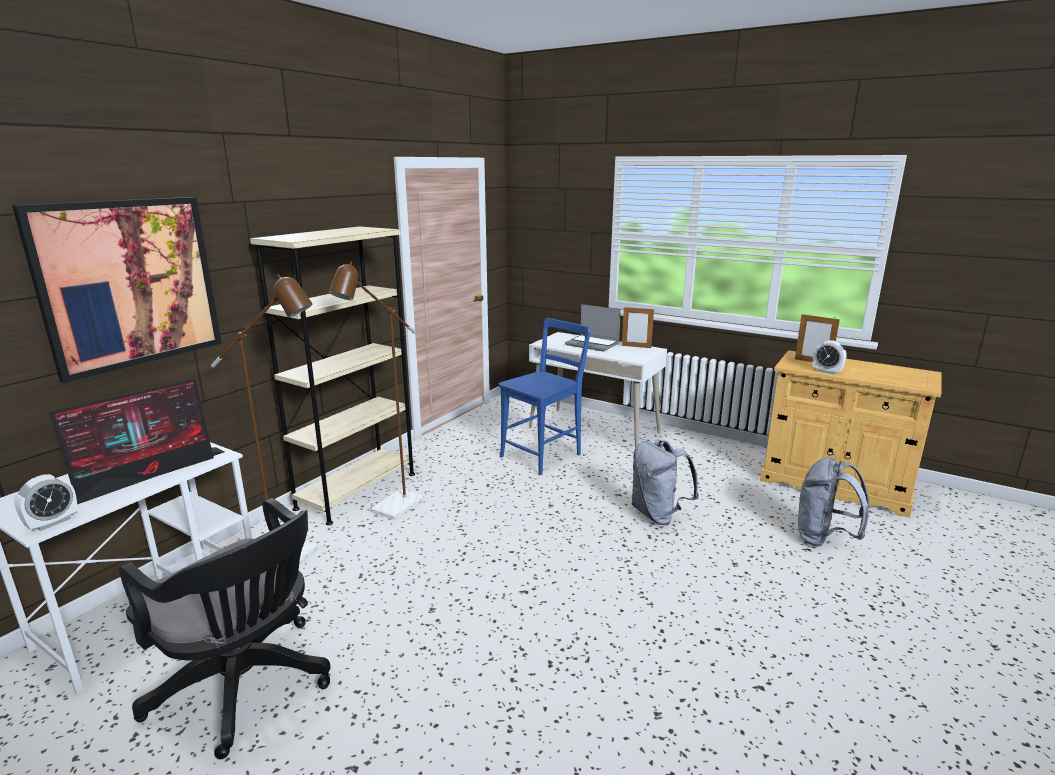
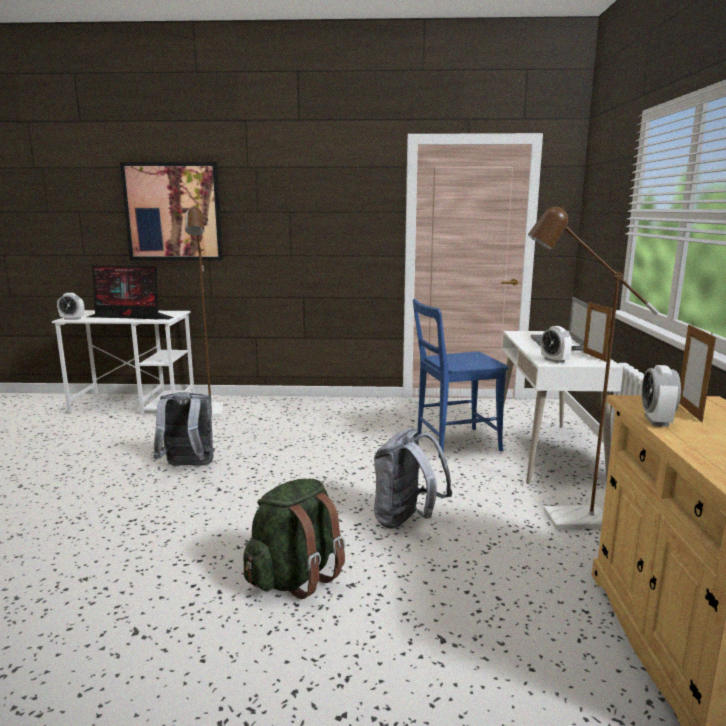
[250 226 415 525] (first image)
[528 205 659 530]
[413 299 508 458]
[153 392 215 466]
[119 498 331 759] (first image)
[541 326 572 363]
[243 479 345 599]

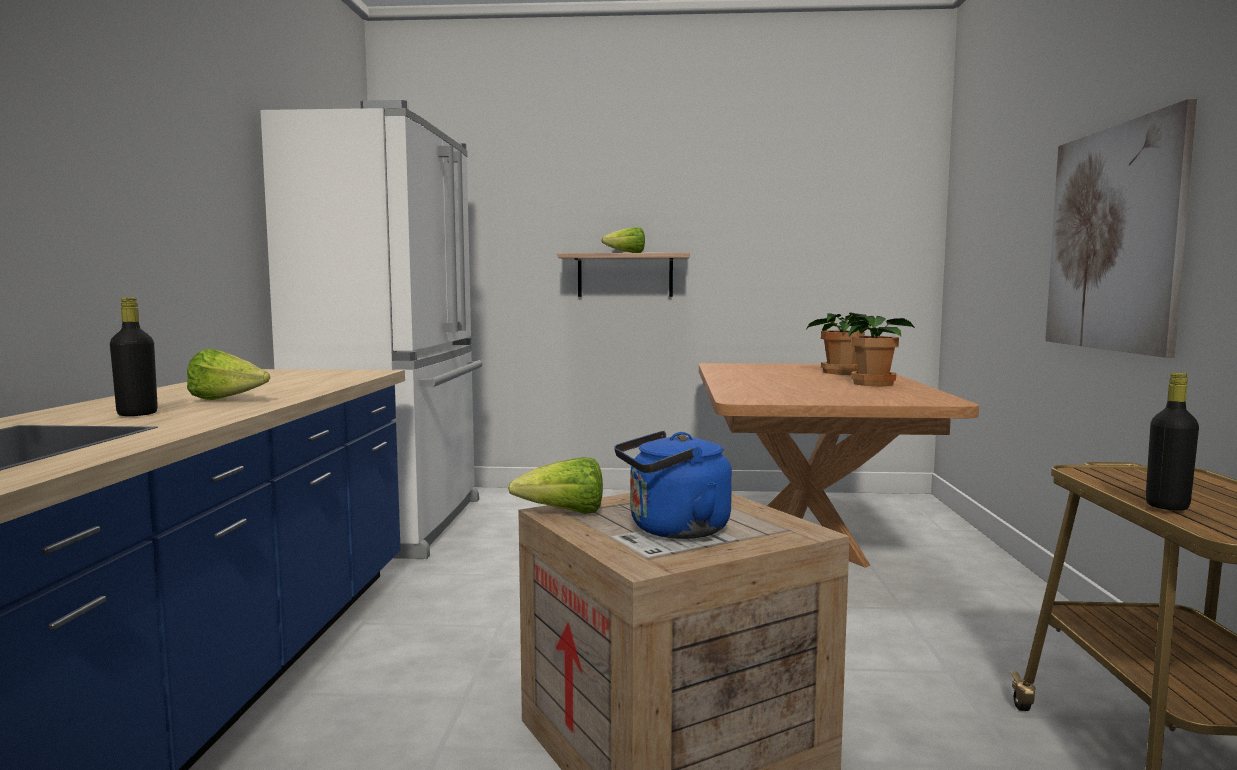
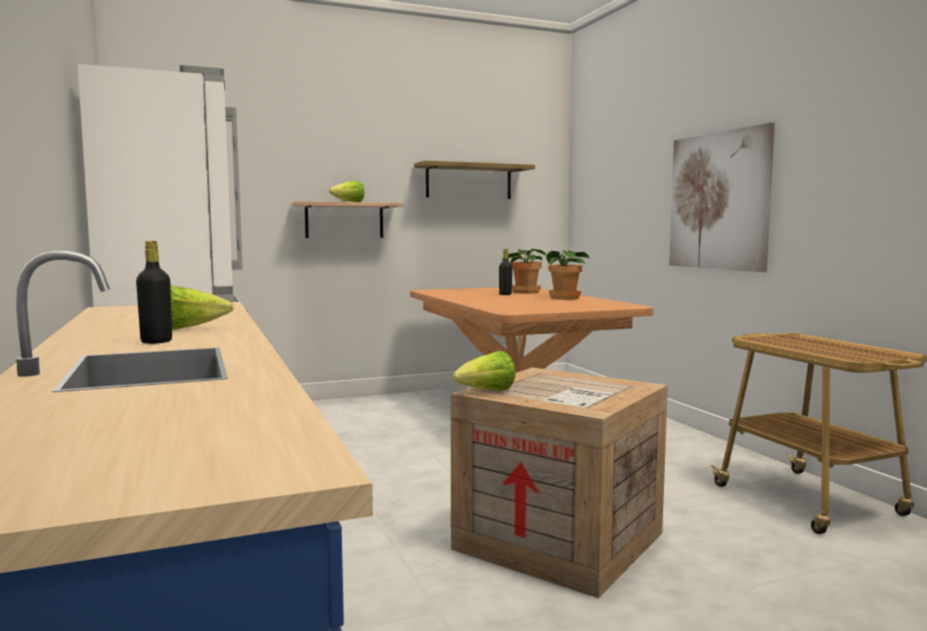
[499 249 512 295]
[614 431 732 539] (first image)
[414 160 535 199]

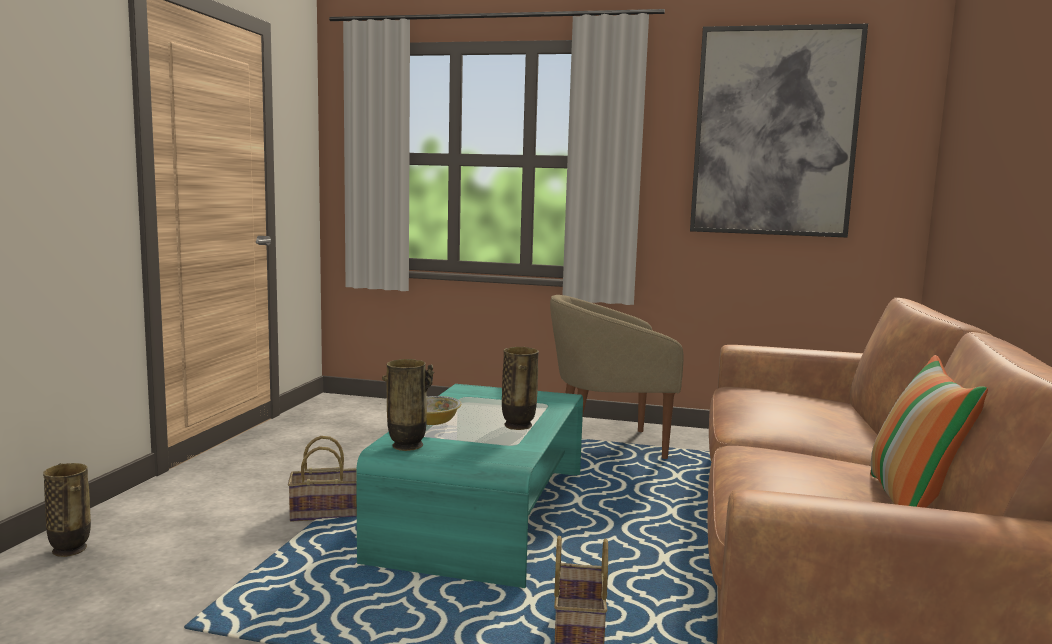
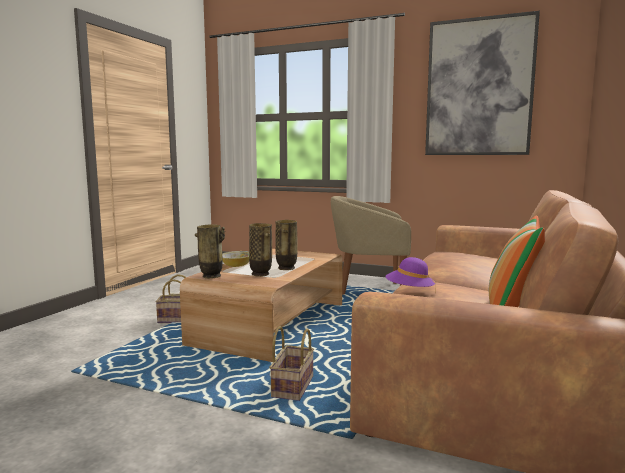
[180 249 343 362]
[249 223 272 277]
[386 257 436 293]

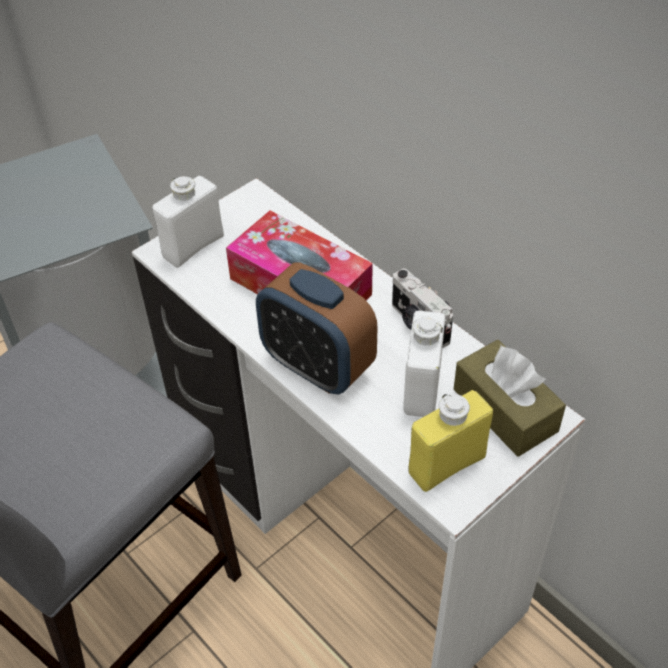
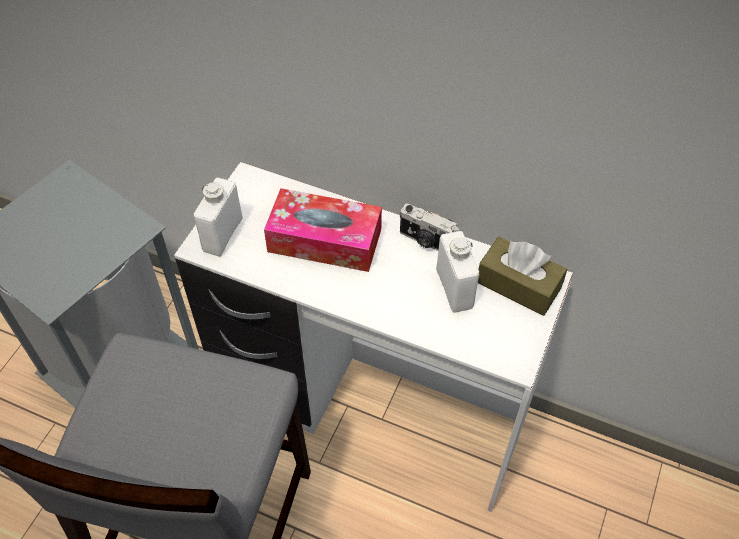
[256 262 377 394] (first image)
[408 390 493 492] (first image)

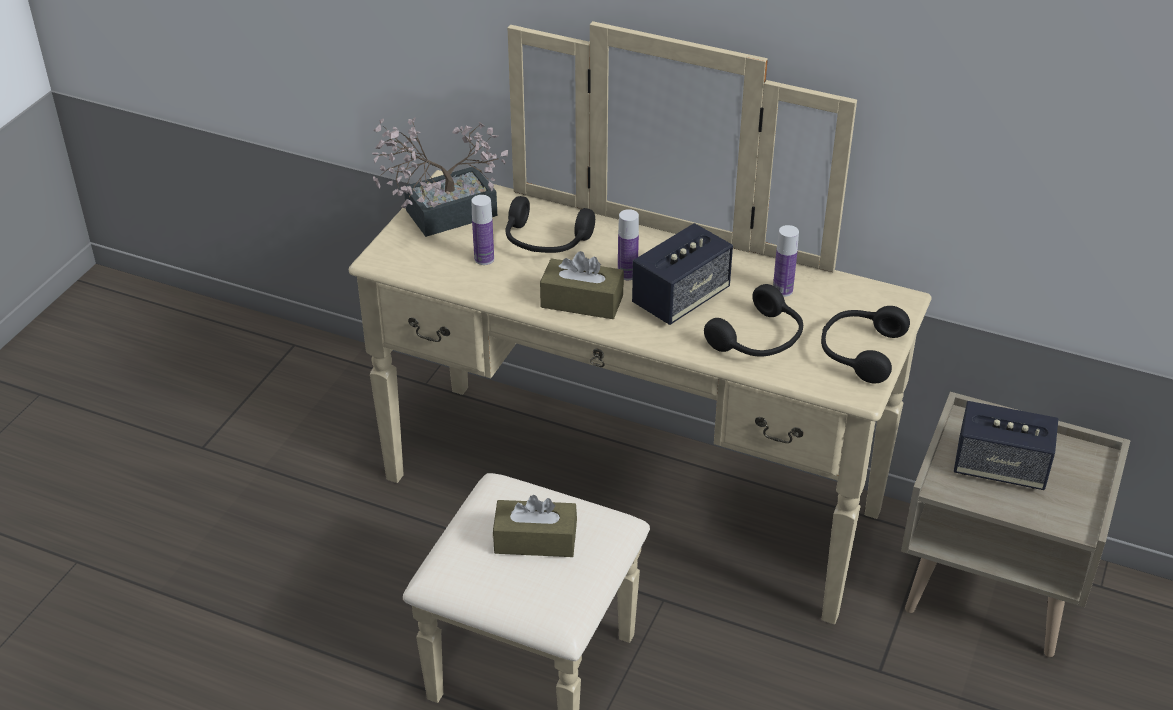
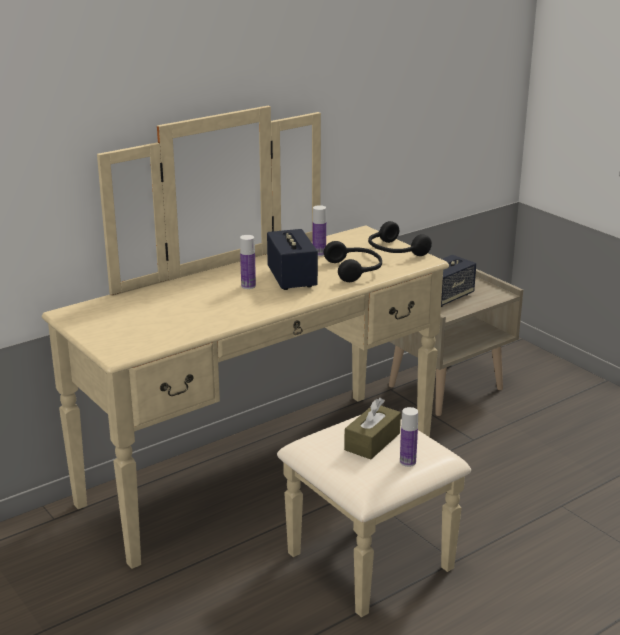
[372 117 508 237] (first image)
[400 407 418 467]
[506 196 595 253] (first image)
[540 251 624 319] (first image)

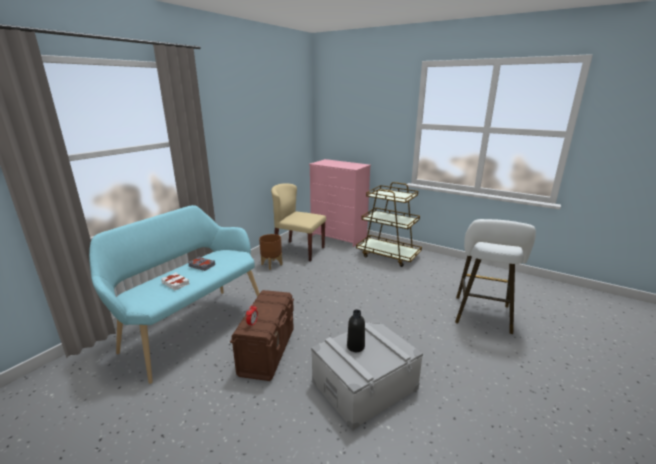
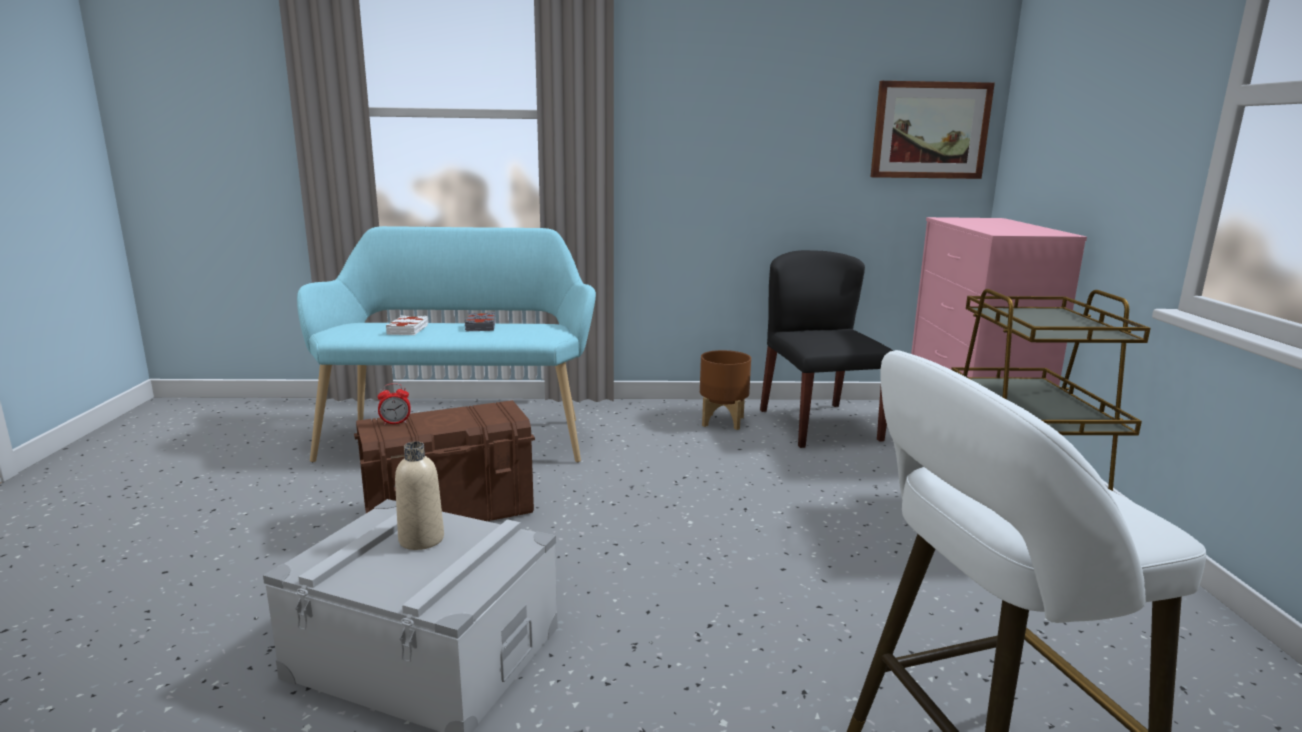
[760 250 894 448]
[395 442 444 550]
[870 81 995 179]

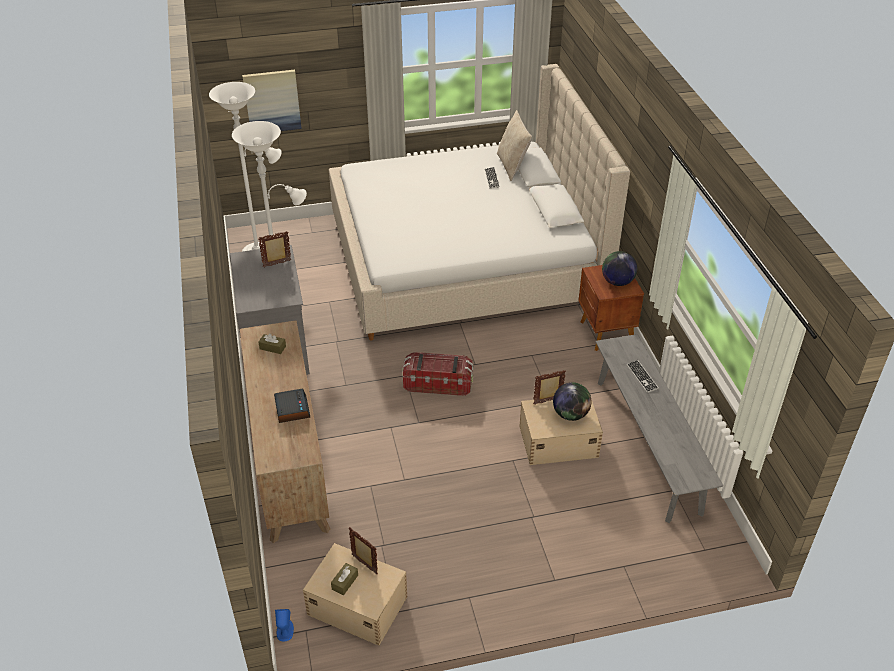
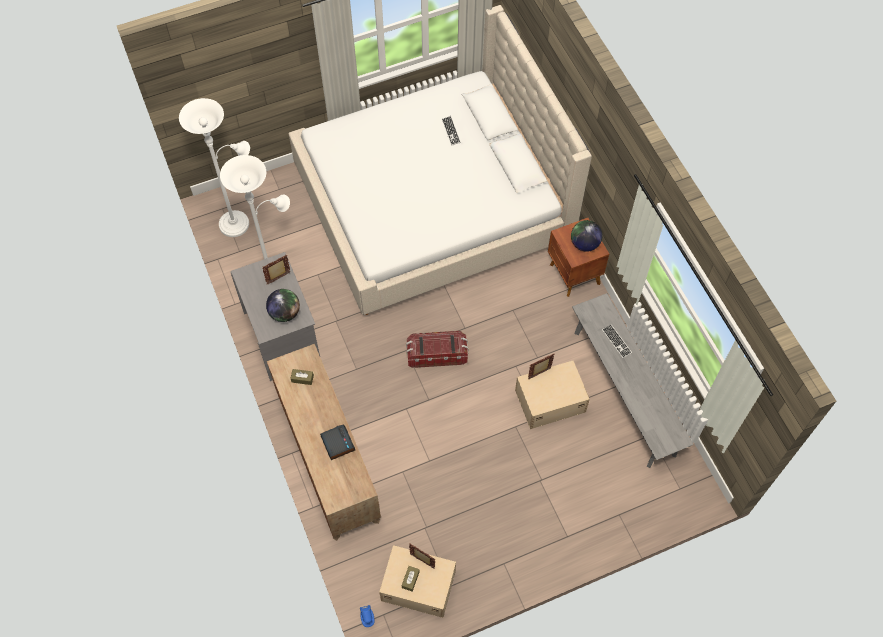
[242 70 302 131] (first image)
[497 110 532 181] (first image)
[266 289 300 322]

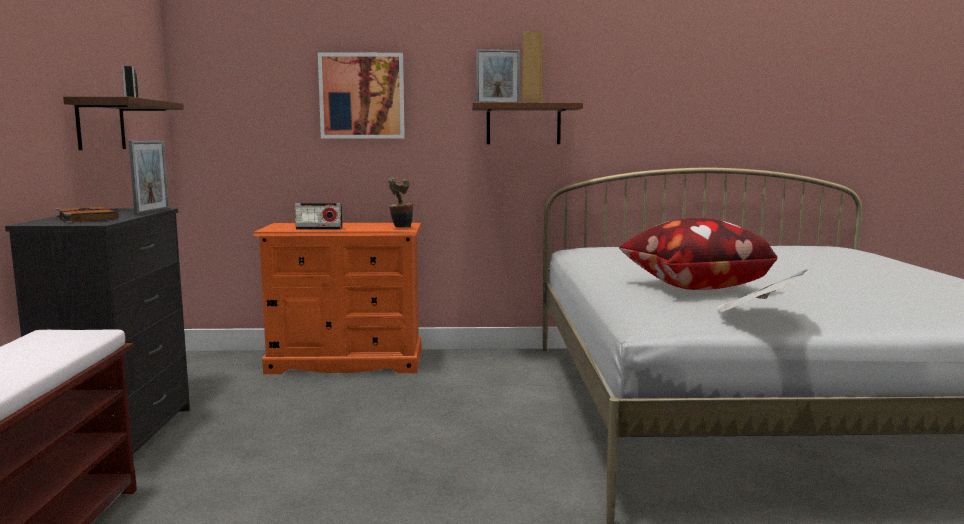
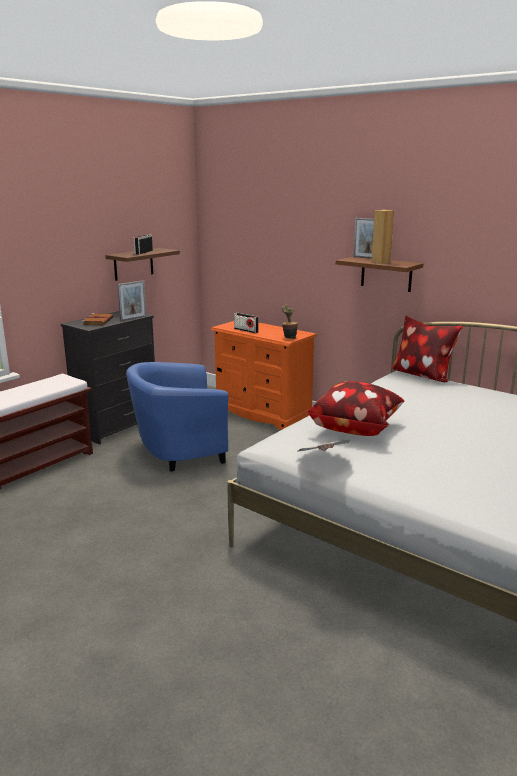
[318 52 405 139] (first image)
[391 316 463 382]
[126 362 229 472]

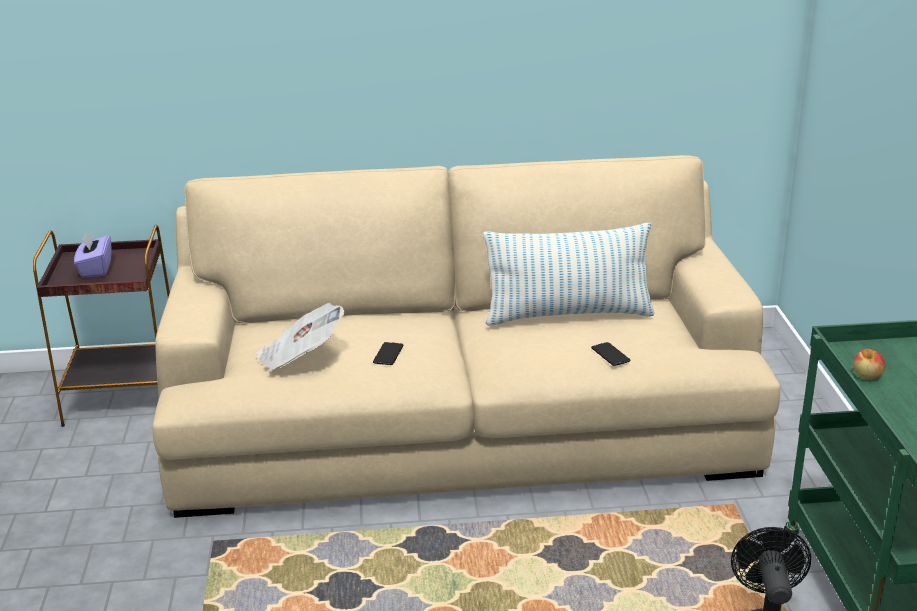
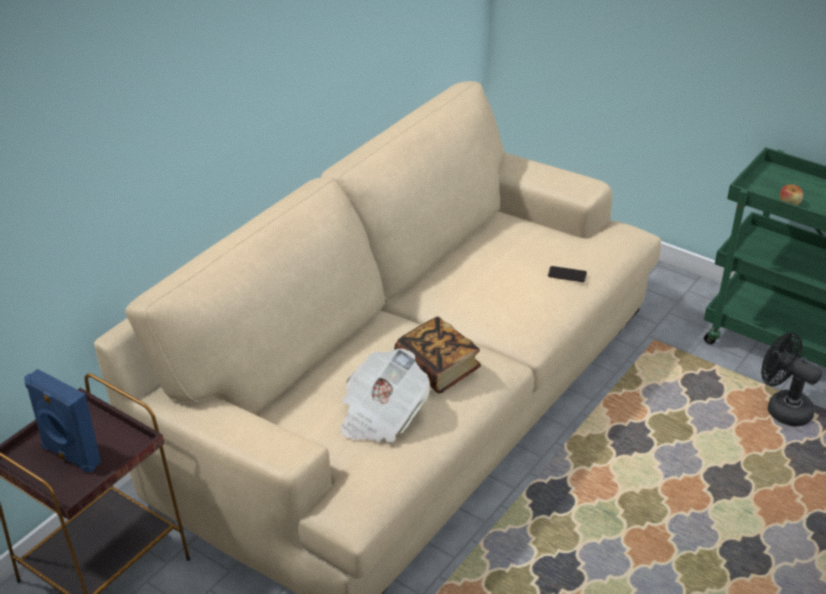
[483 223 655 326] (first image)
[24 369 101 473]
[394 316 481 393]

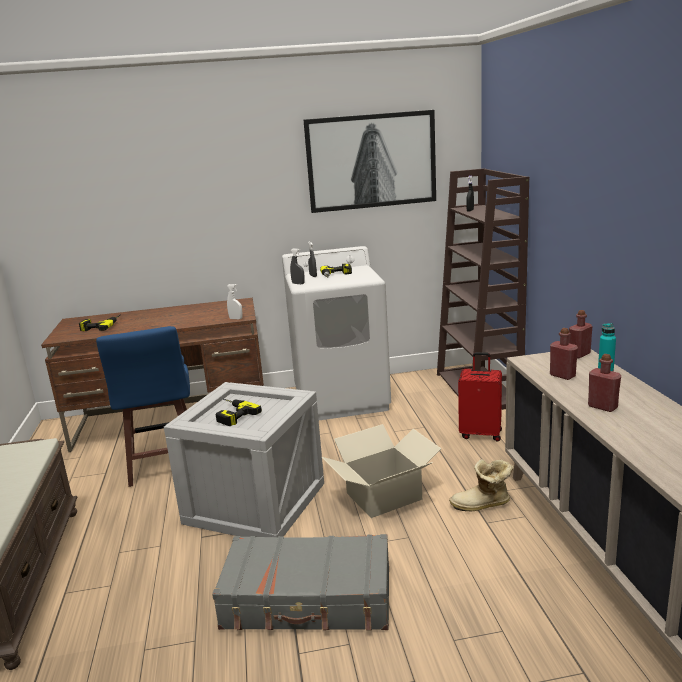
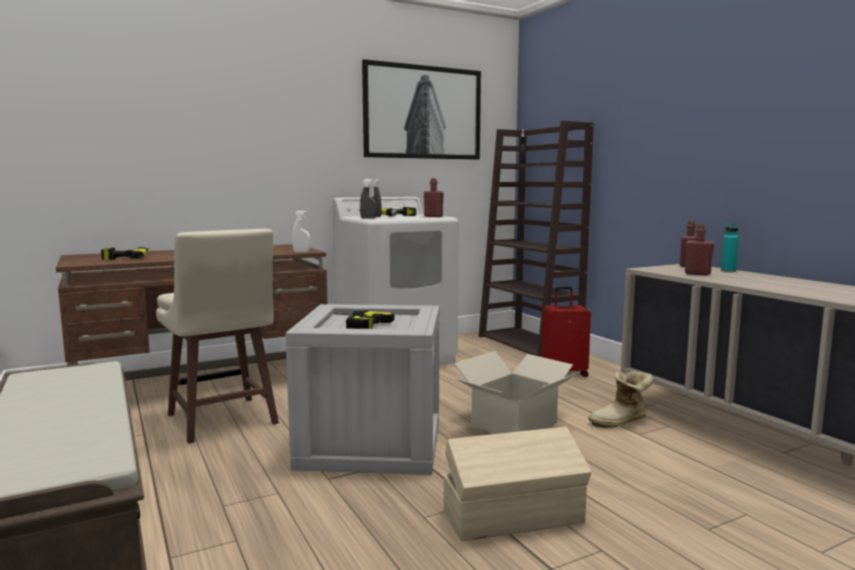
[156 229 279 444]
[424 178 444 217]
[443 427 592 541]

